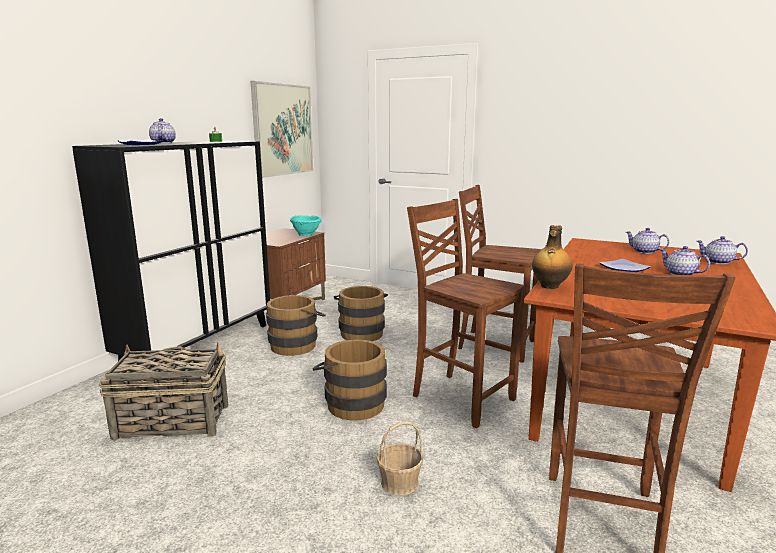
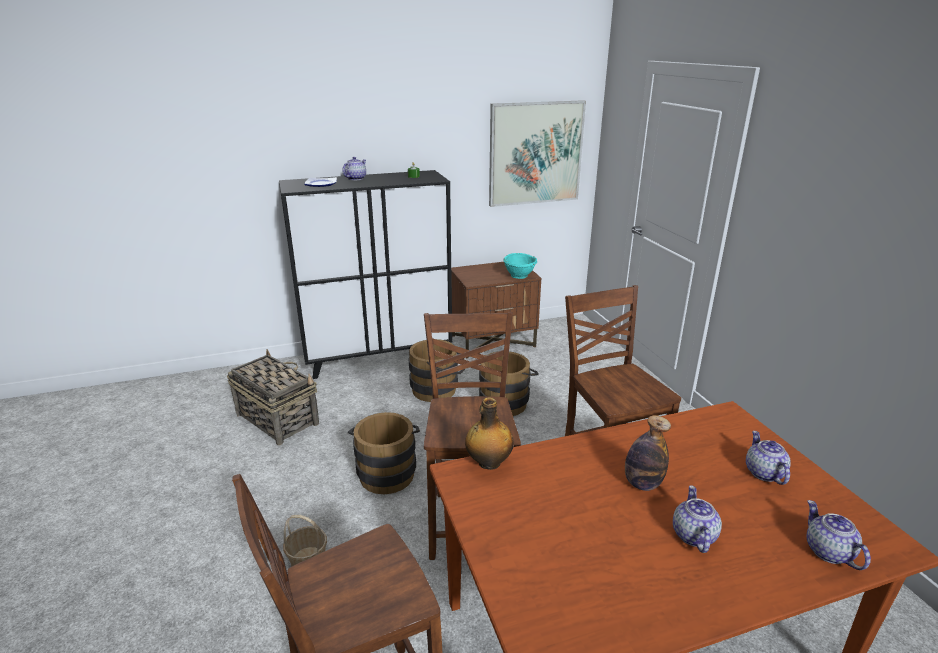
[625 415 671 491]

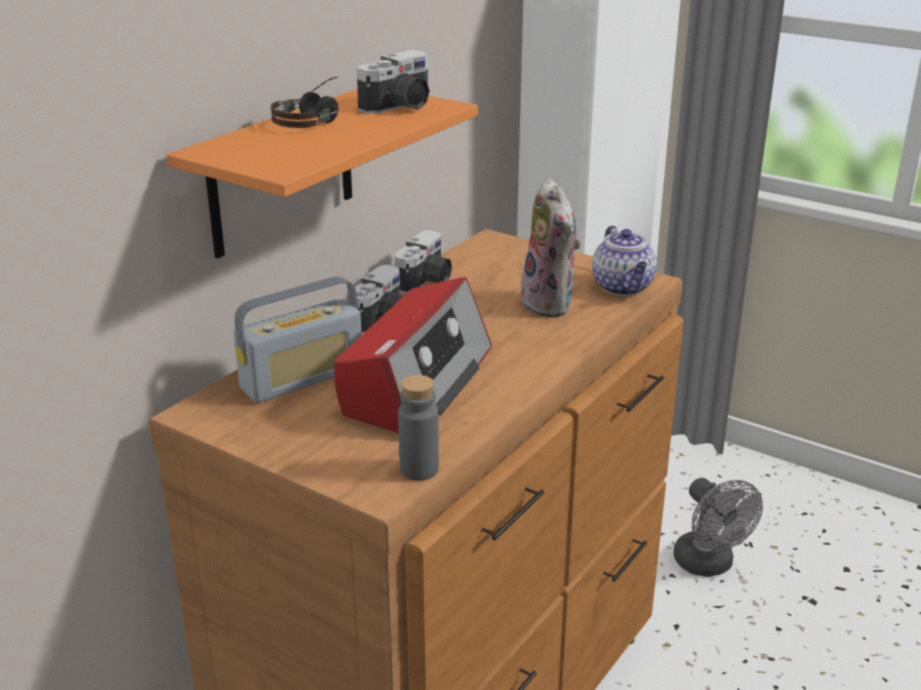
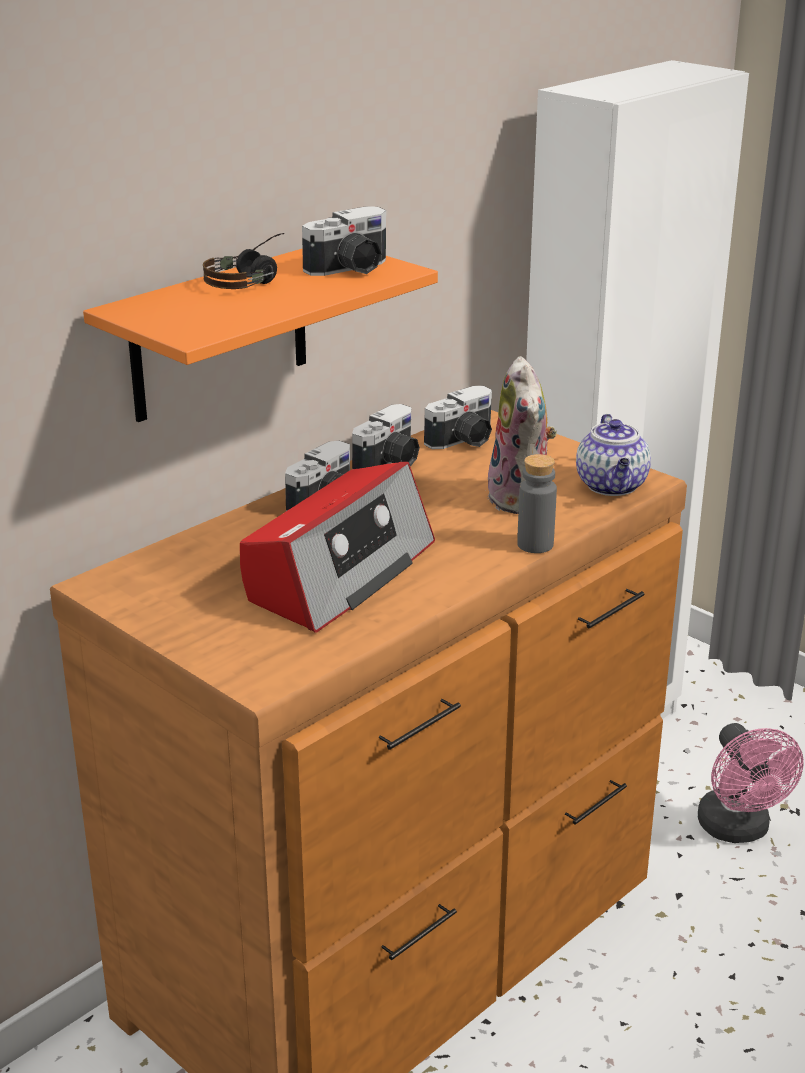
[234 276 362 403] (first image)
[517 454 557 553]
[698 723 804 843]
[424 386 492 449]

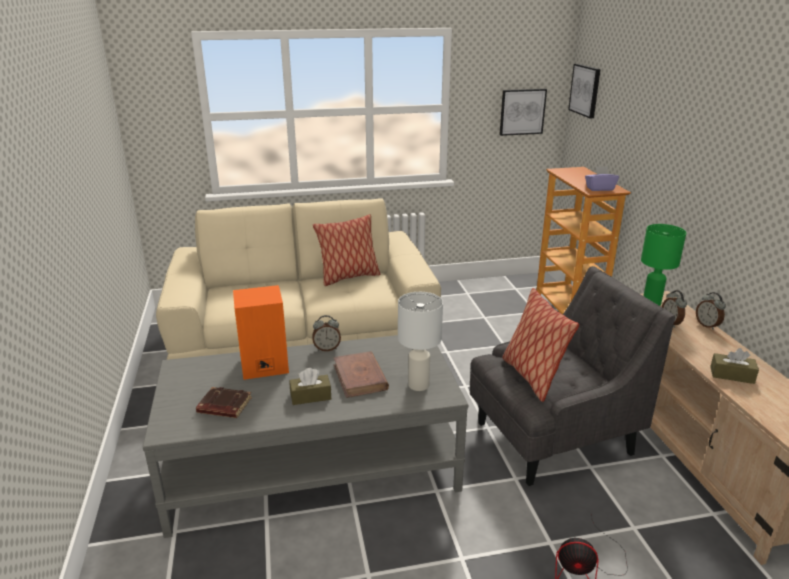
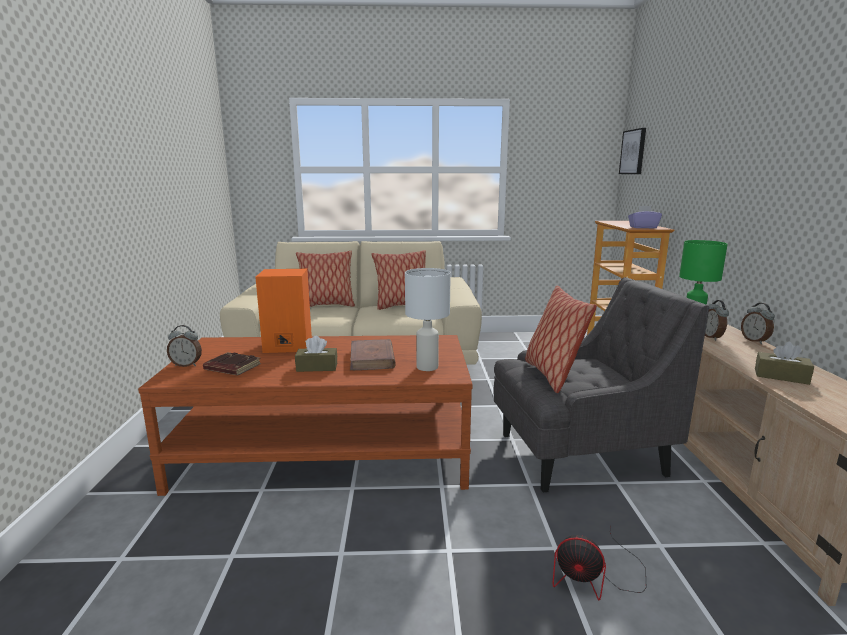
[499 89 547 136] (first image)
[167 325 202 367]
[138 335 473 496]
[296 251 355 307]

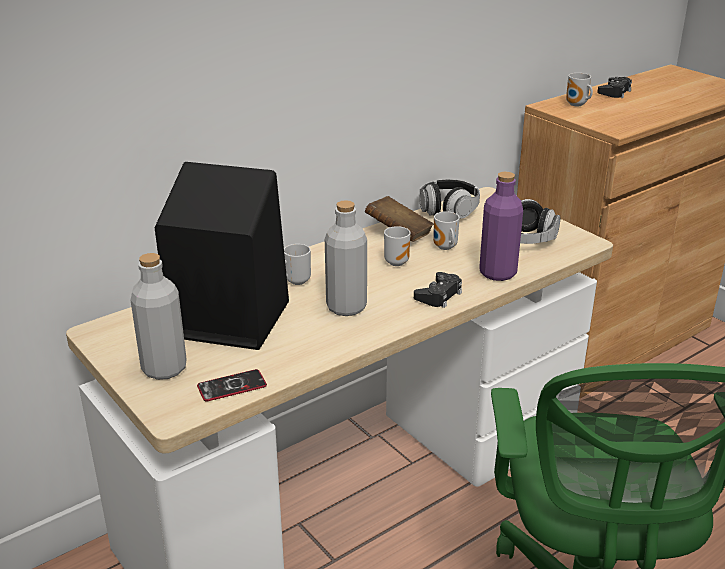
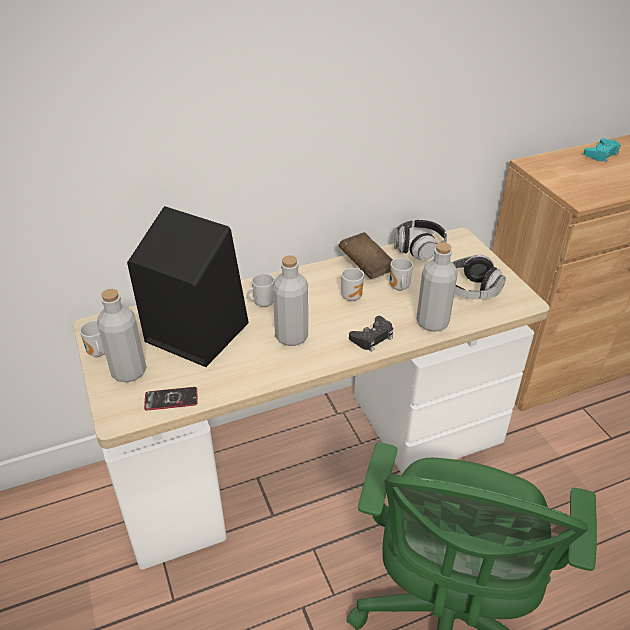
[80 320 105 357]
[584 138 621 162]
[416 242 458 332]

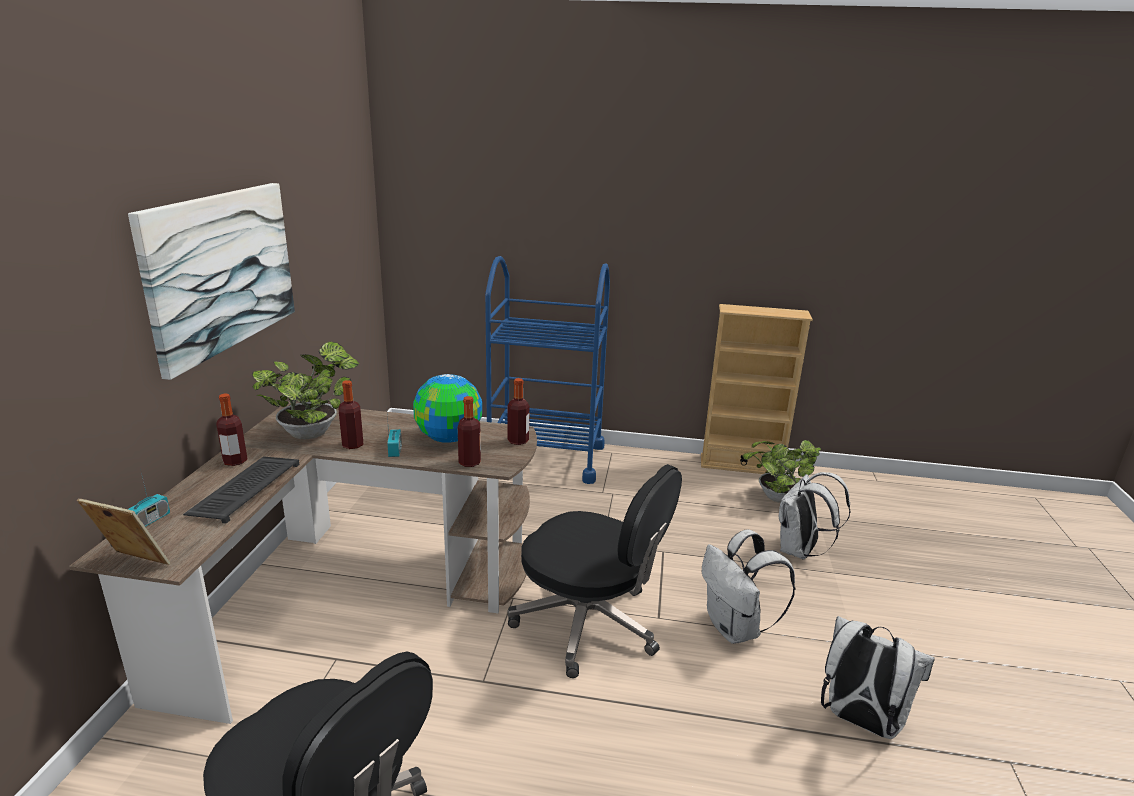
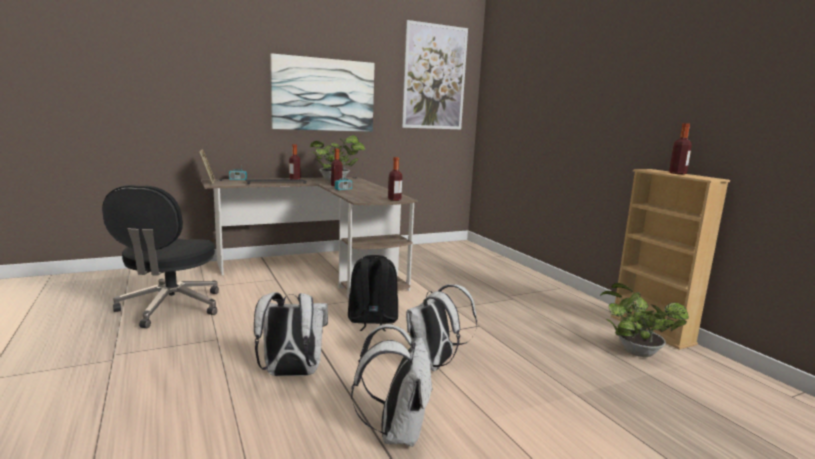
[485 256 610 484] (first image)
[413 374 482 443] (first image)
[669 123 692 174]
[348 255 398 331]
[254 292 328 376]
[402 20 468 129]

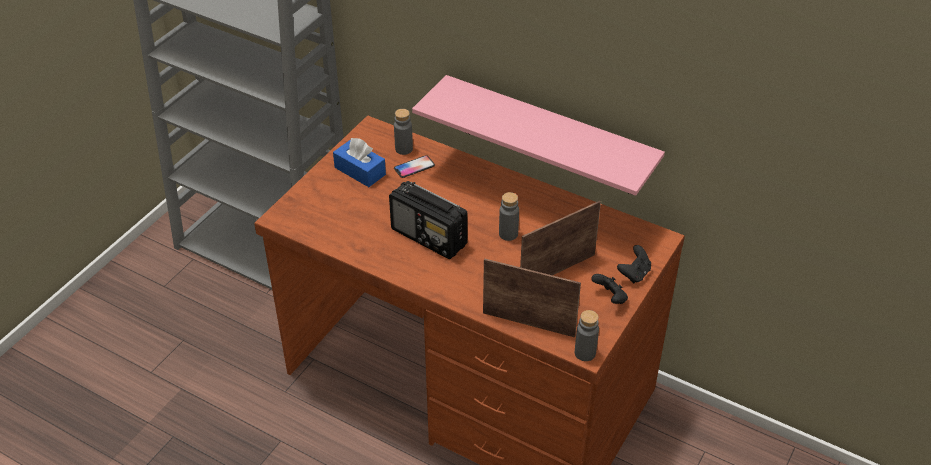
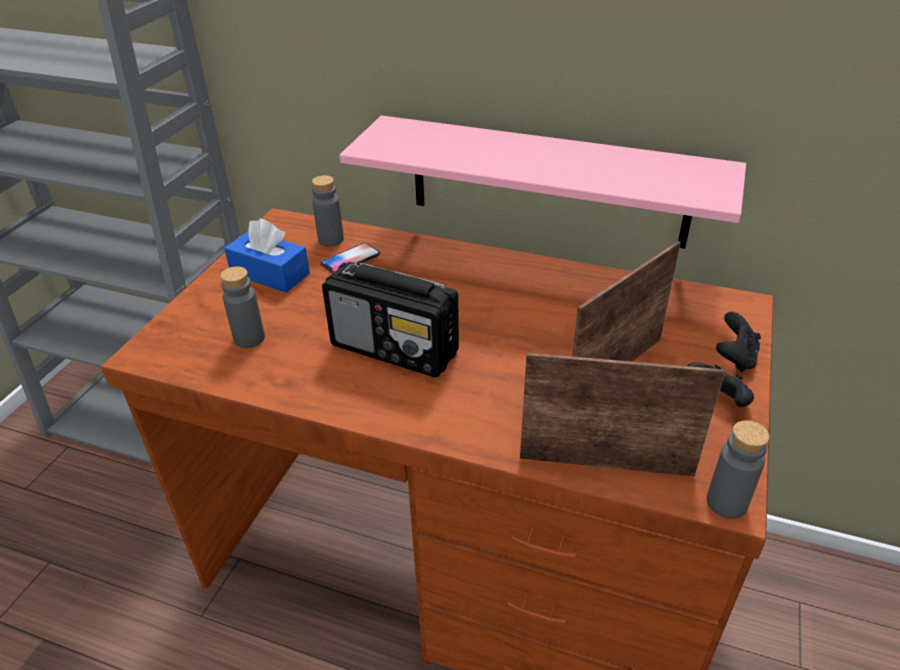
[220 267 265 348]

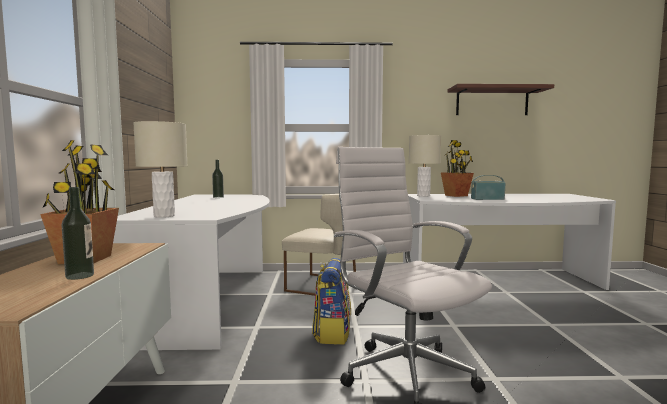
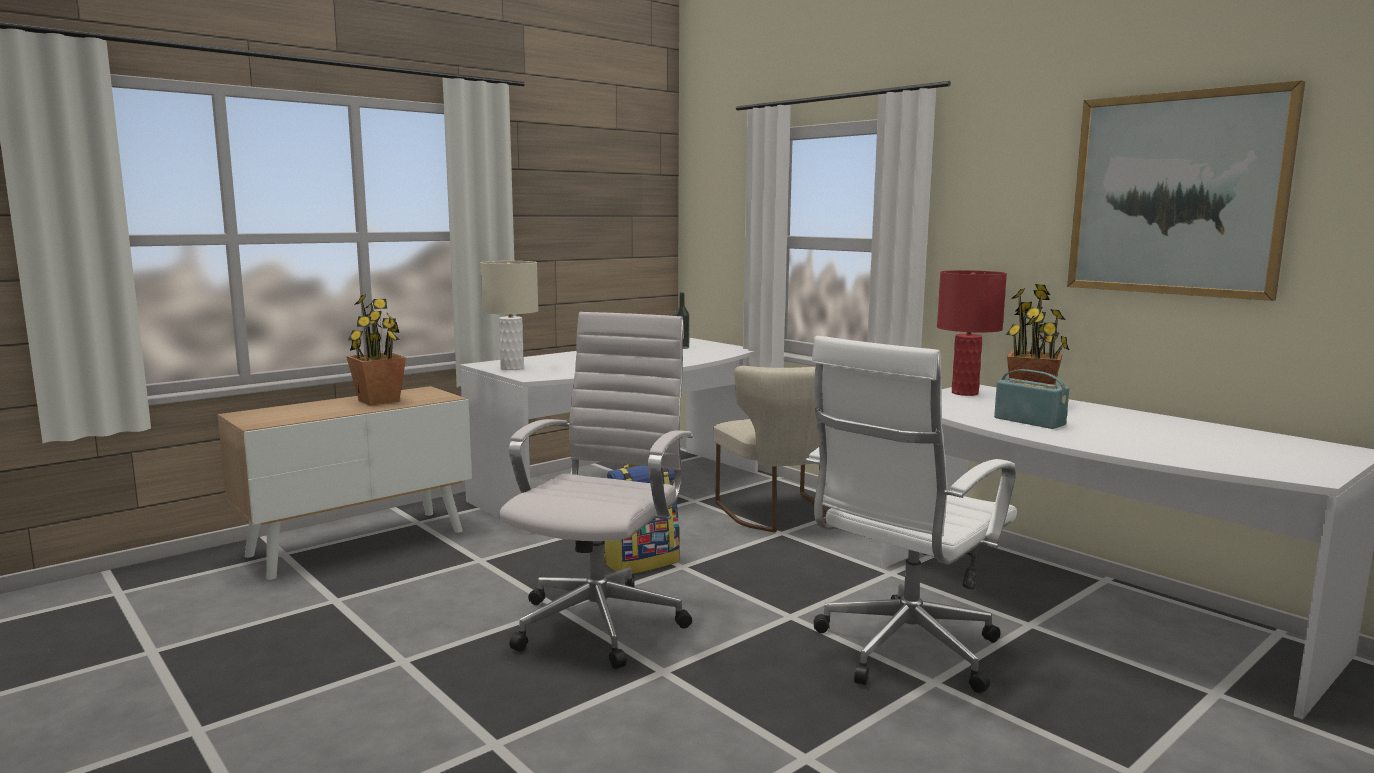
[1067 80 1305 301]
[937 270 1007 396]
[62 187 94 280] (first image)
[806 336 1017 693]

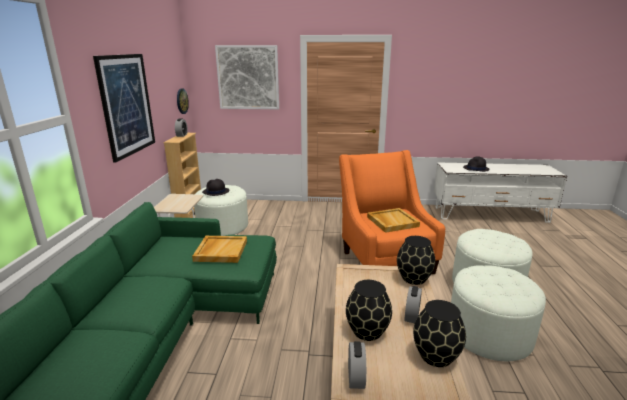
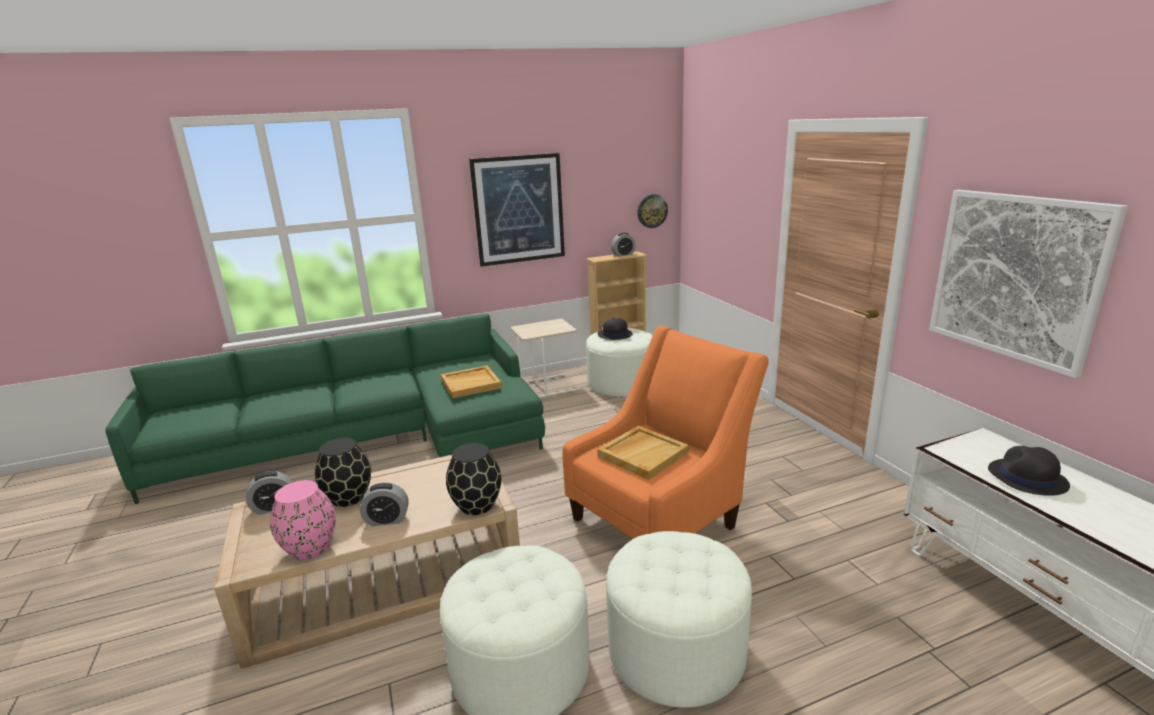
[929 190 1128 378]
[270 480 336 560]

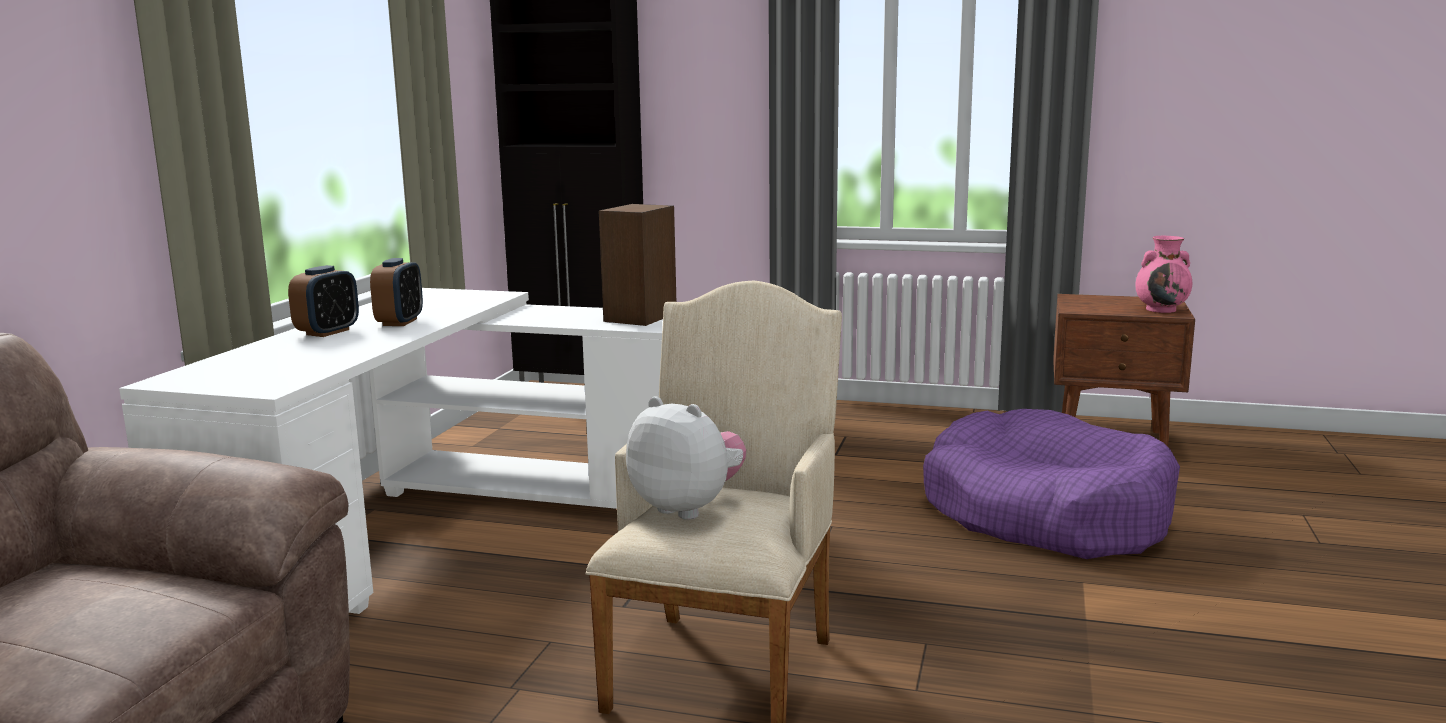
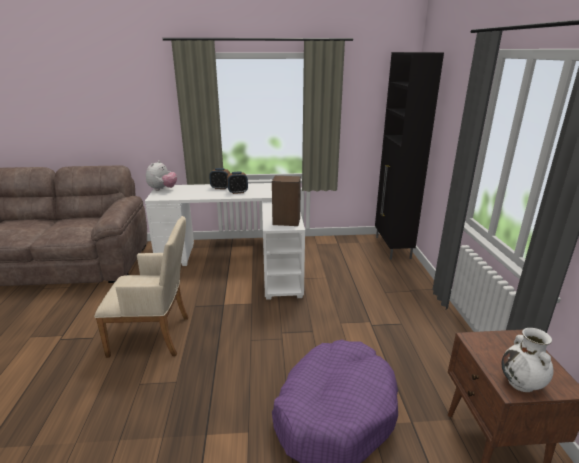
[502 328 553 392]
[146 160 177 191]

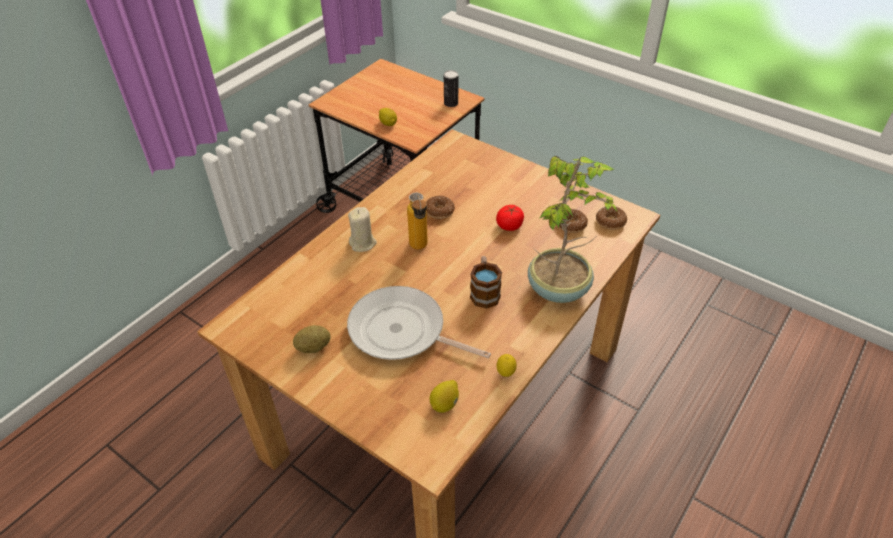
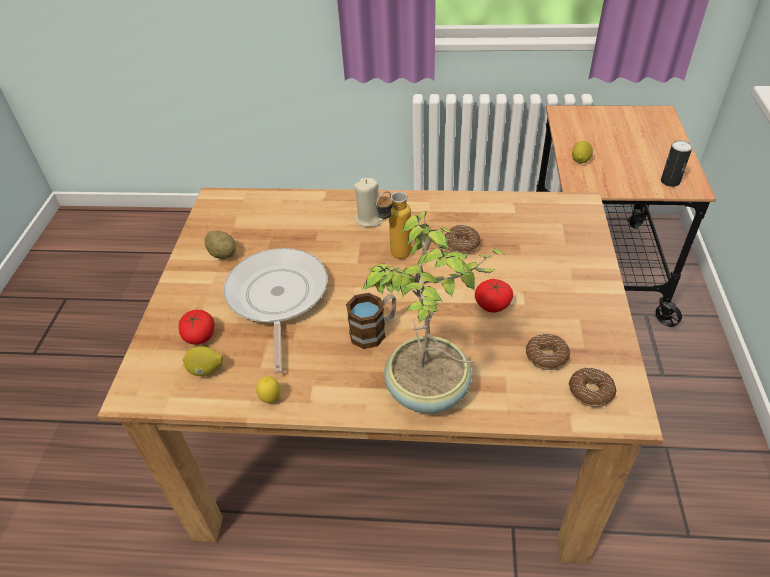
[179 310 215 345]

